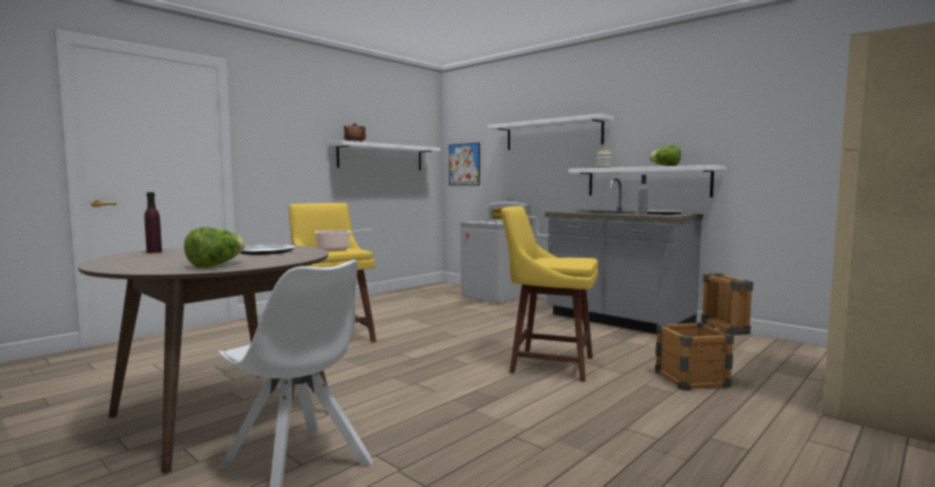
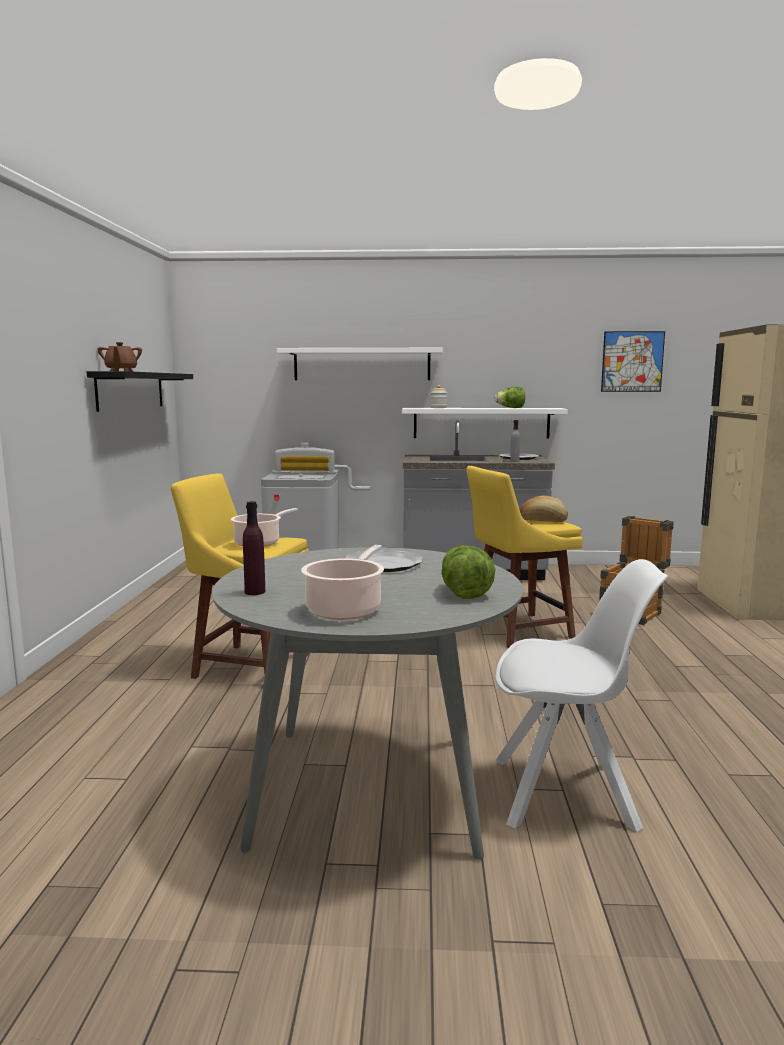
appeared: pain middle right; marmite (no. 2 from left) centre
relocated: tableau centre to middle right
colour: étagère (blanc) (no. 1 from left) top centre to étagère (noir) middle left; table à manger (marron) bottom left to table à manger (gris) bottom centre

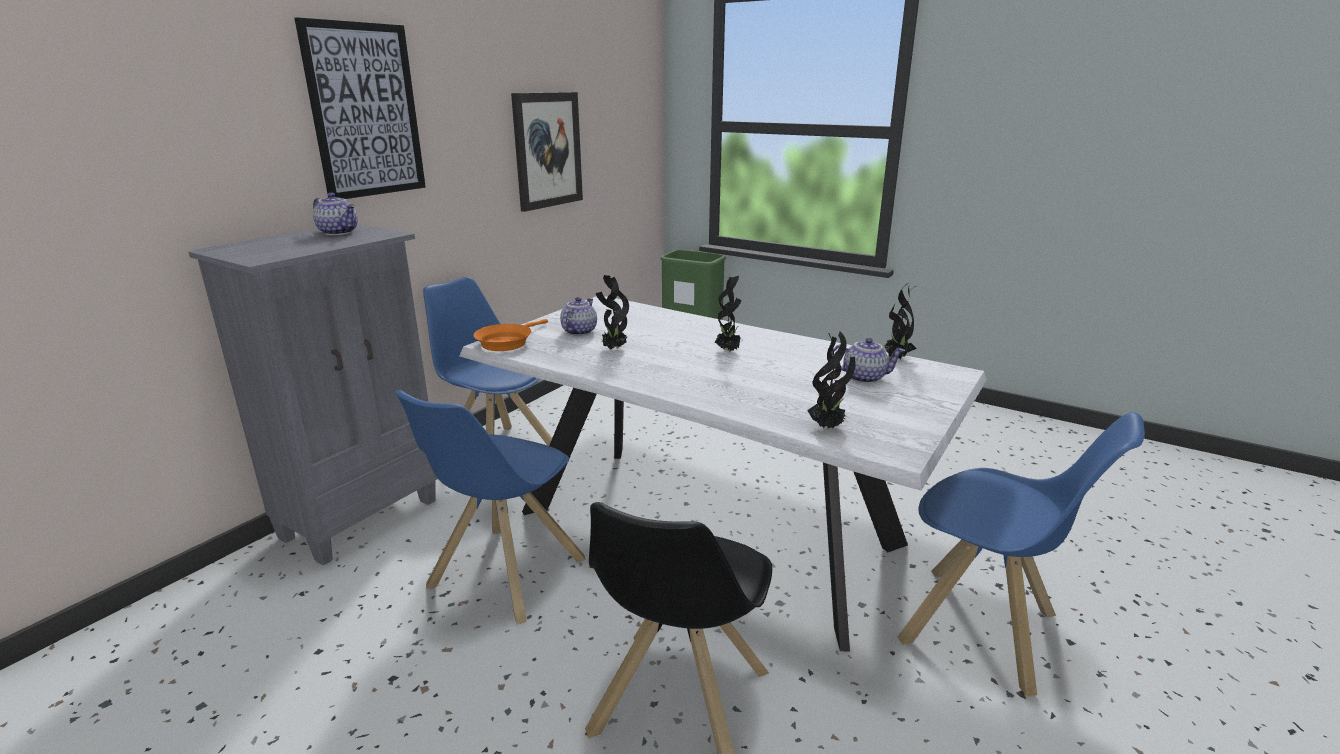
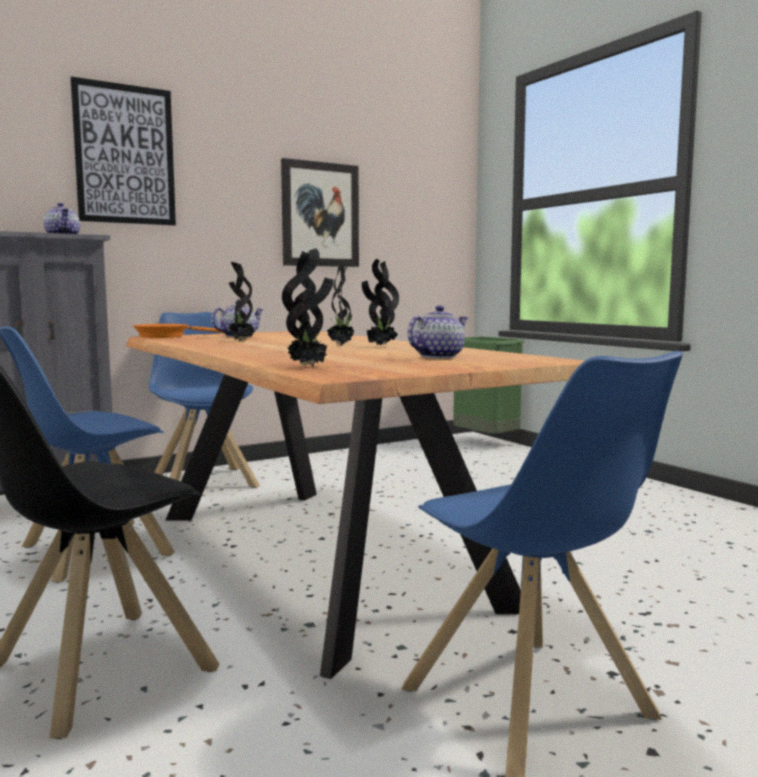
relocated: plante en pot (no. 4 from left) middle right to centre
colour: table à manger (blanc) centre to table à manger (marron) centre
spun: théière (no. 3 from left) centre = centre 75 degrees counterclockwise

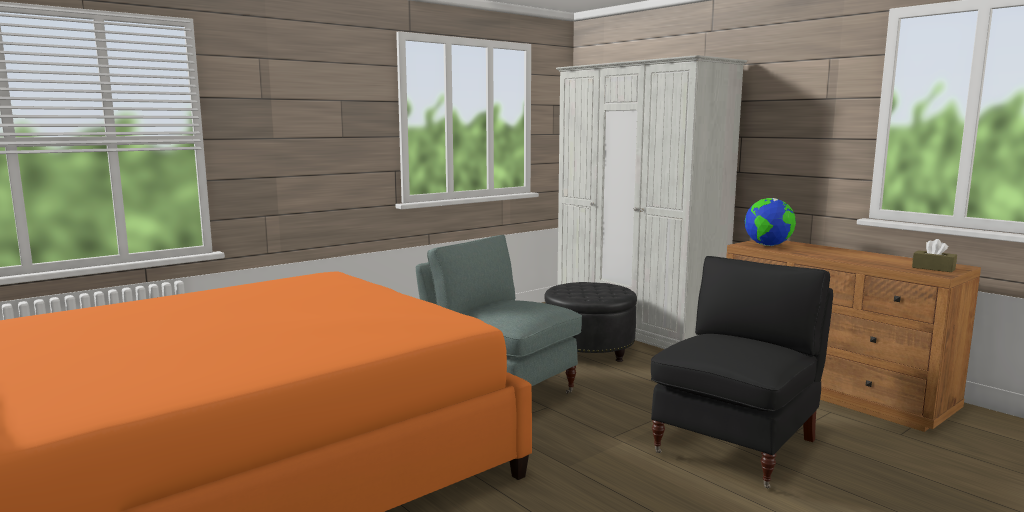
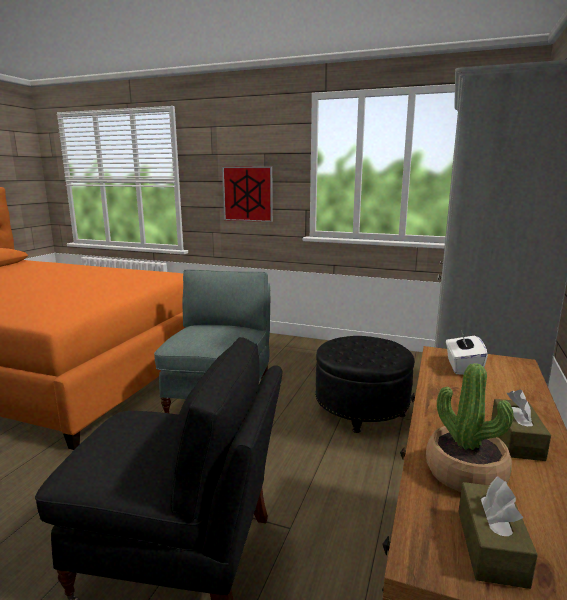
appeared: tableau top centre; plante en pot bottom right; boîte à mouchoirs (marron) (no. 2 from left) bottom right
exchanged: globe middle right to boîte à mouchoirs (blanc) middle right

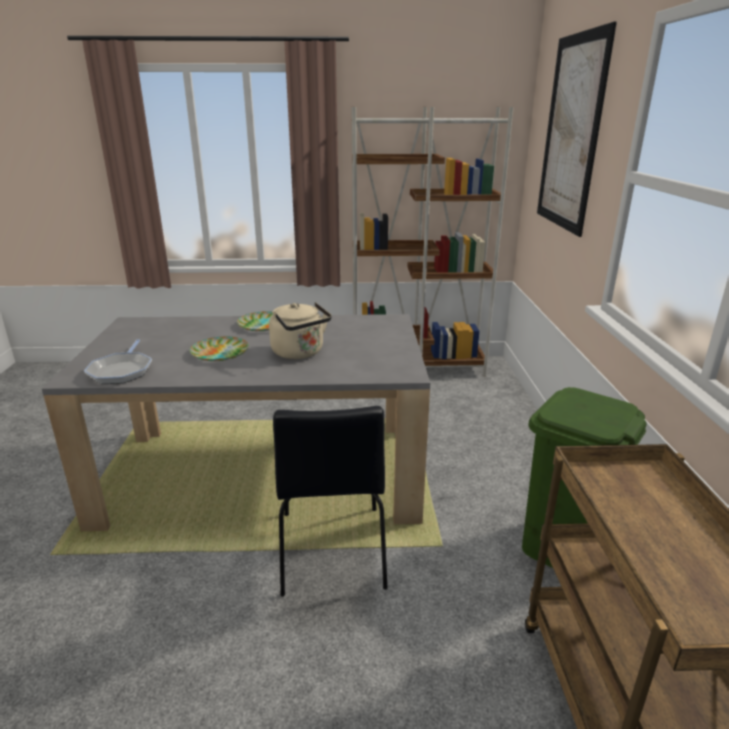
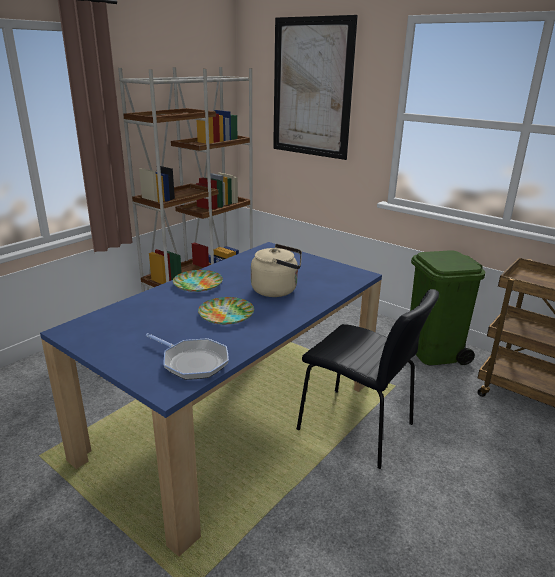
colour: table à manger (gris) middle left to table à manger (bleu) bottom centre

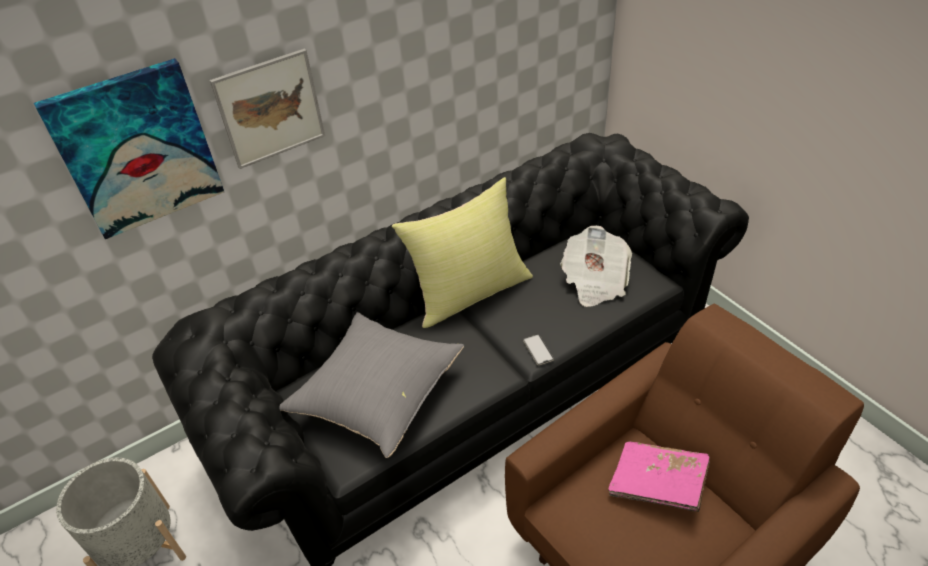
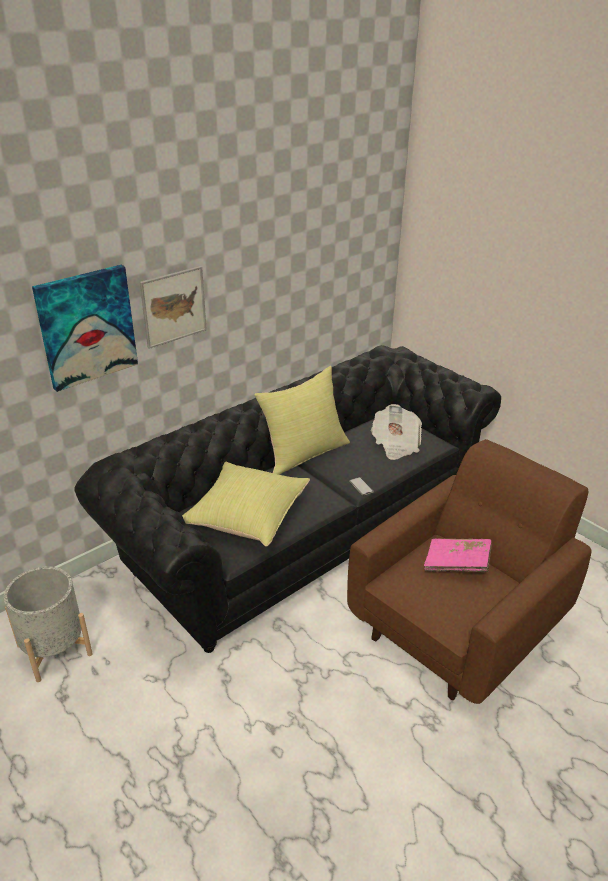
colour: coussin (gris) bottom centre to coussin (jaune) (no. 1 from left) centre

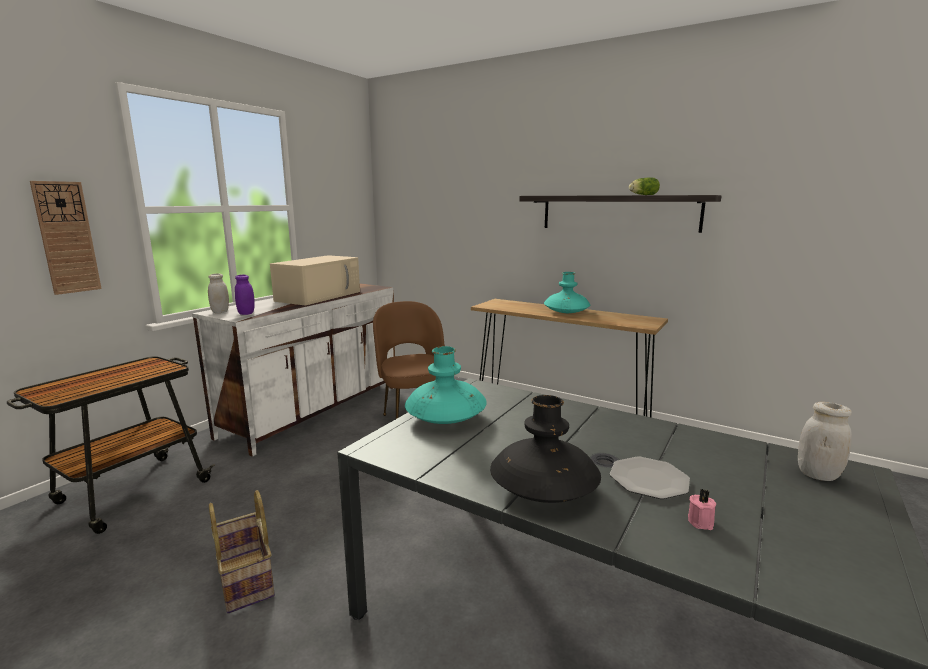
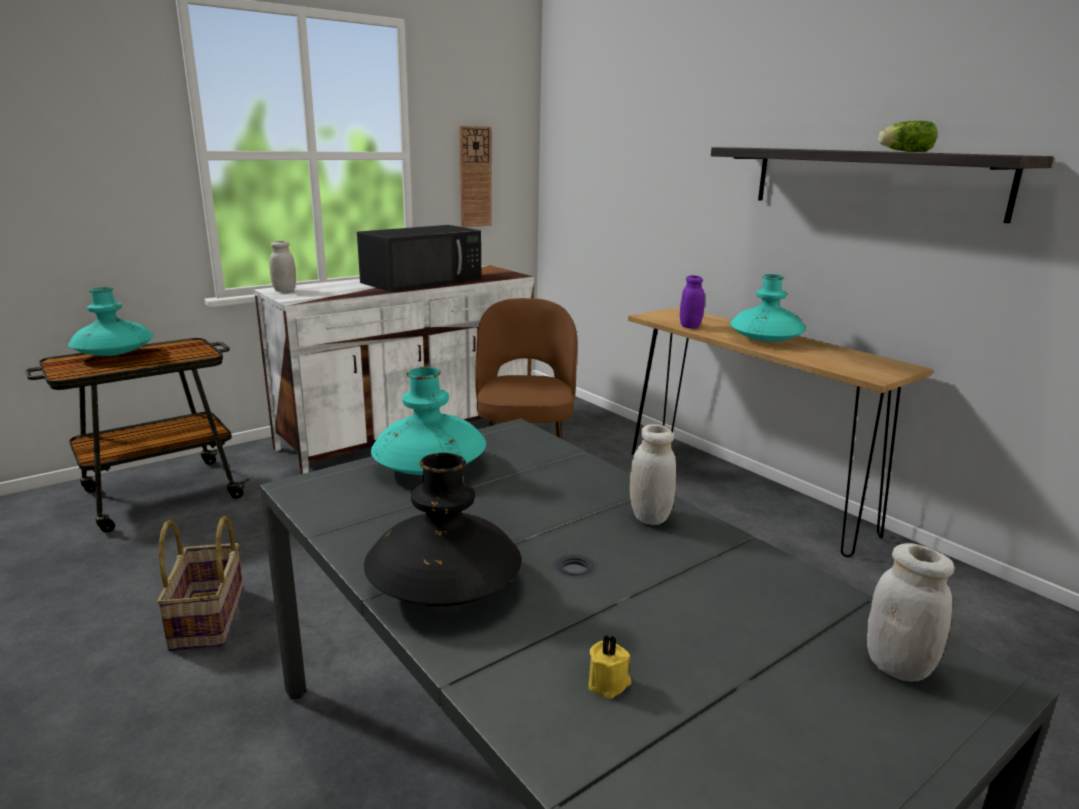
missing: assiette bottom right
appeared: vase (turquoise) (no. 1 from left) middle left; bocal (blanc) (no. 2 from left) centre
relocated: horloge murale middle left to top centre; bocal (violet) middle left to centre
colour: micro-ondes (beige) centre to micro-ondes (noir) top centre; bougie (rose) bottom right to bougie (jaune) bottom centre

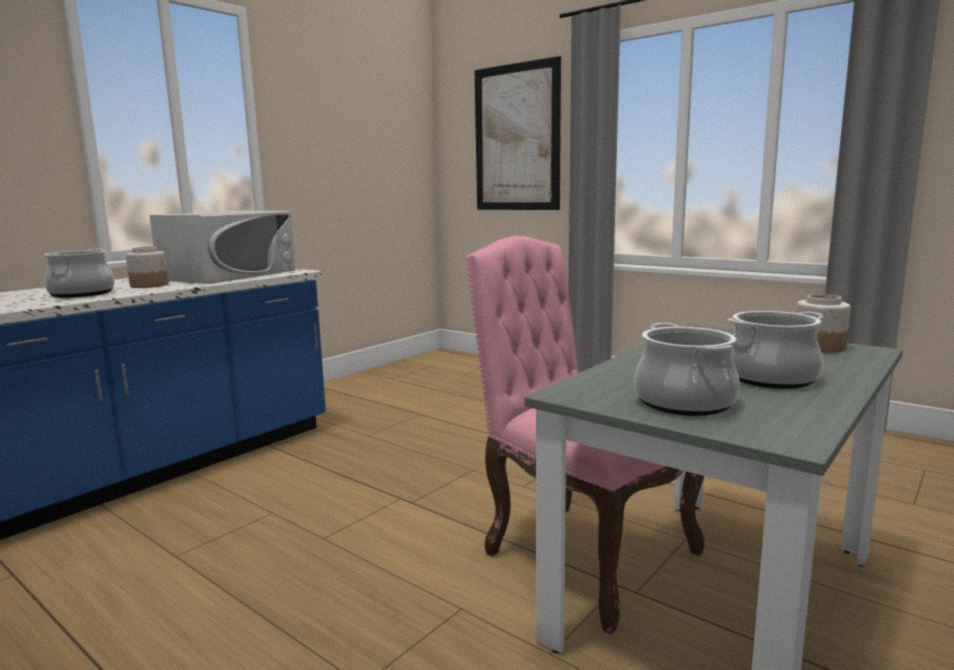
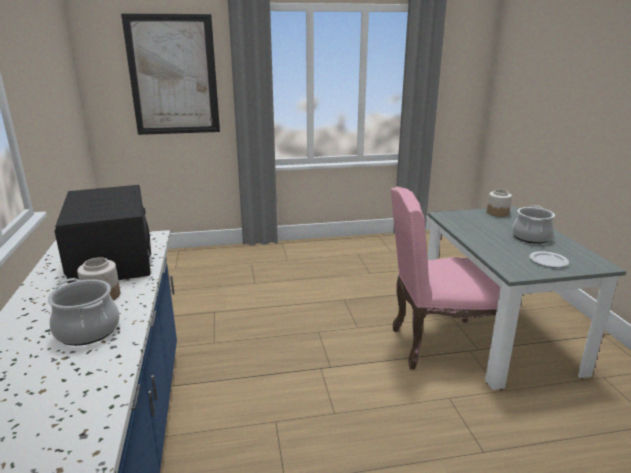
exchanged: marmite (no. 2 from left) middle right to assiette middle right
colour: micro-ondes (blanc) middle left to micro-ondes (noir) middle left

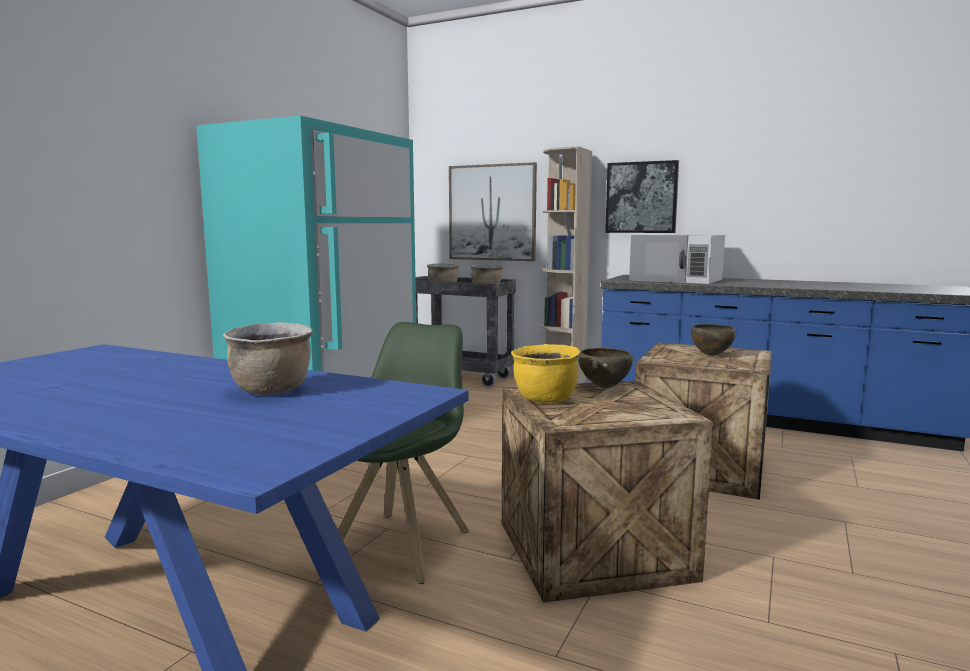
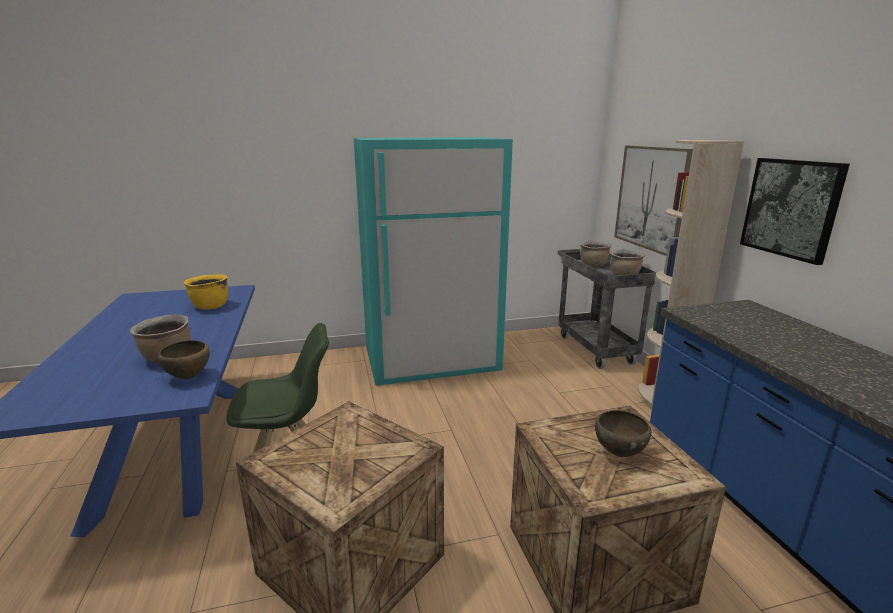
missing: micro-ondes (blanc) middle right
relocated: marmite (jaune) centre to middle left; bol (marron) (no. 1 from left) centre to middle left

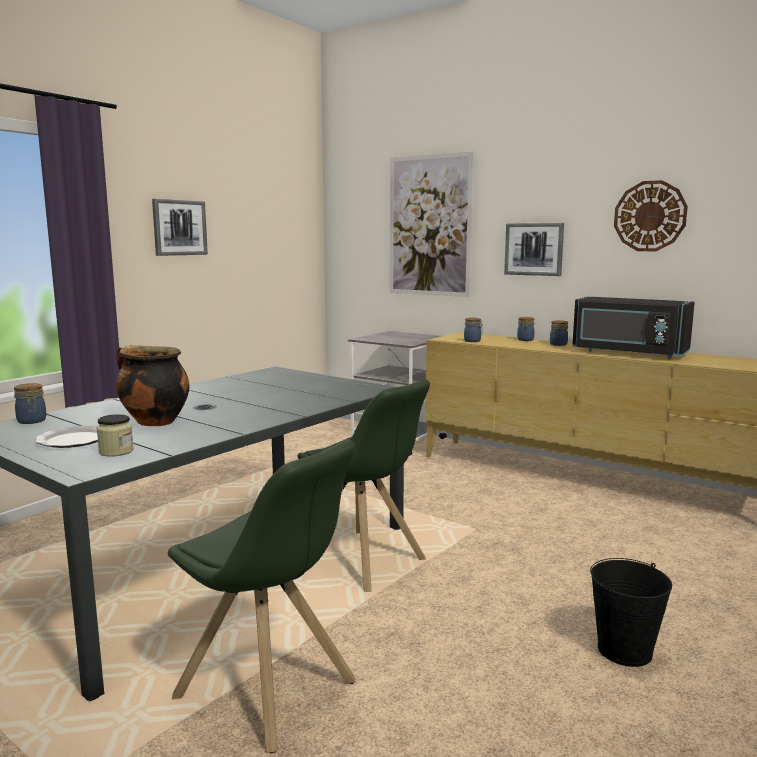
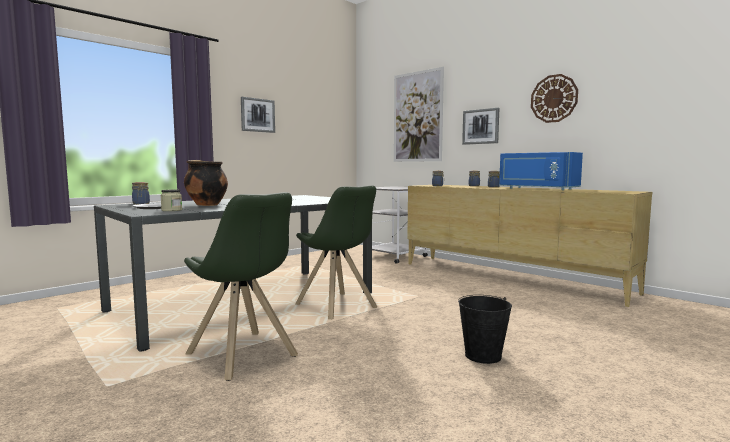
colour: micro-ondes (noir) middle right to micro-ondes (bleu) middle right

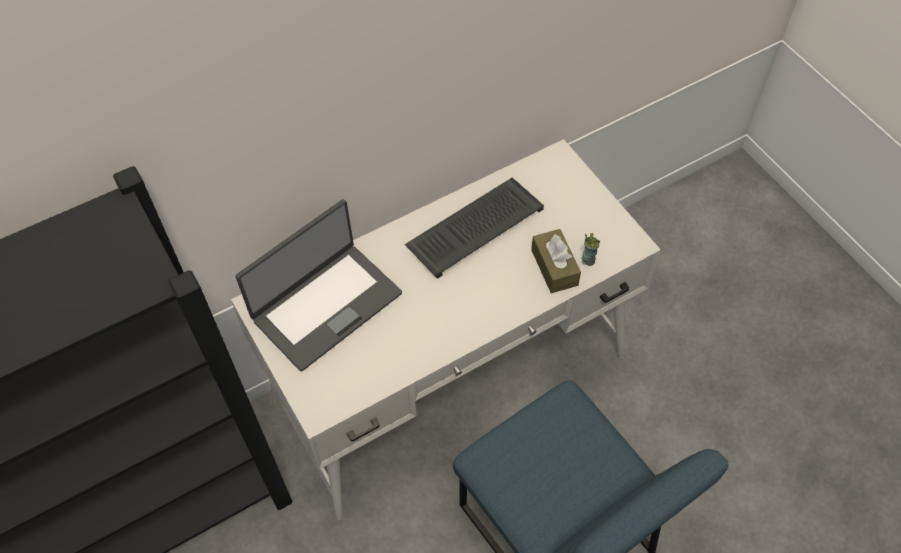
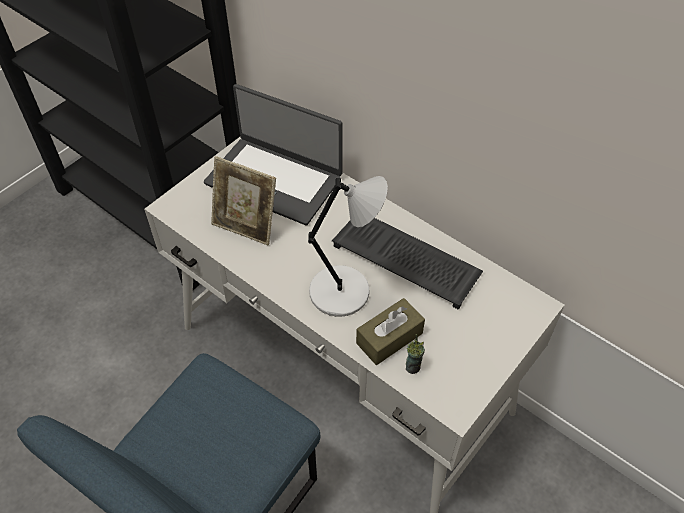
appeared: cadre photo centre; lampe de table (gris) centre

